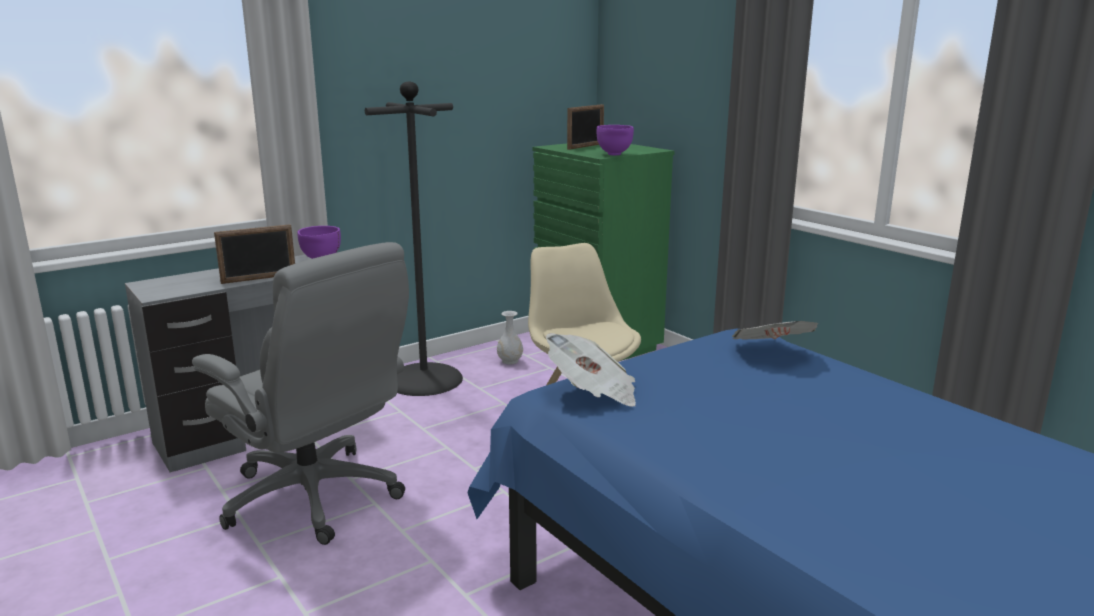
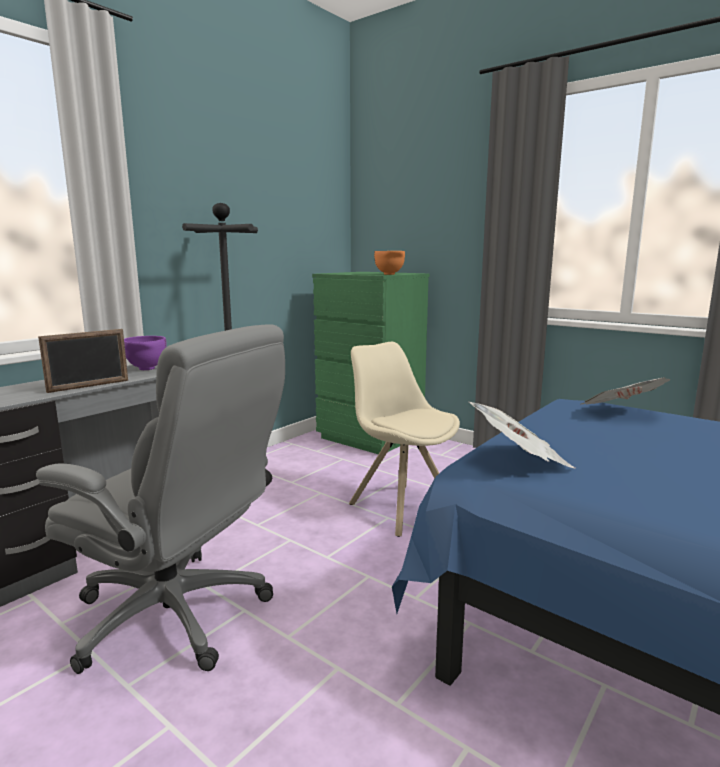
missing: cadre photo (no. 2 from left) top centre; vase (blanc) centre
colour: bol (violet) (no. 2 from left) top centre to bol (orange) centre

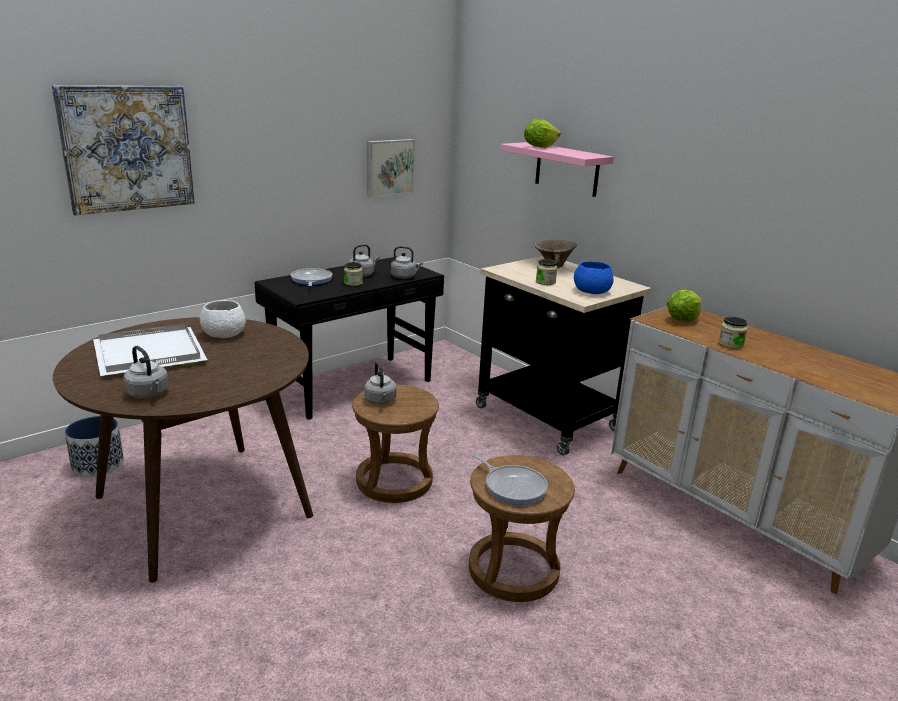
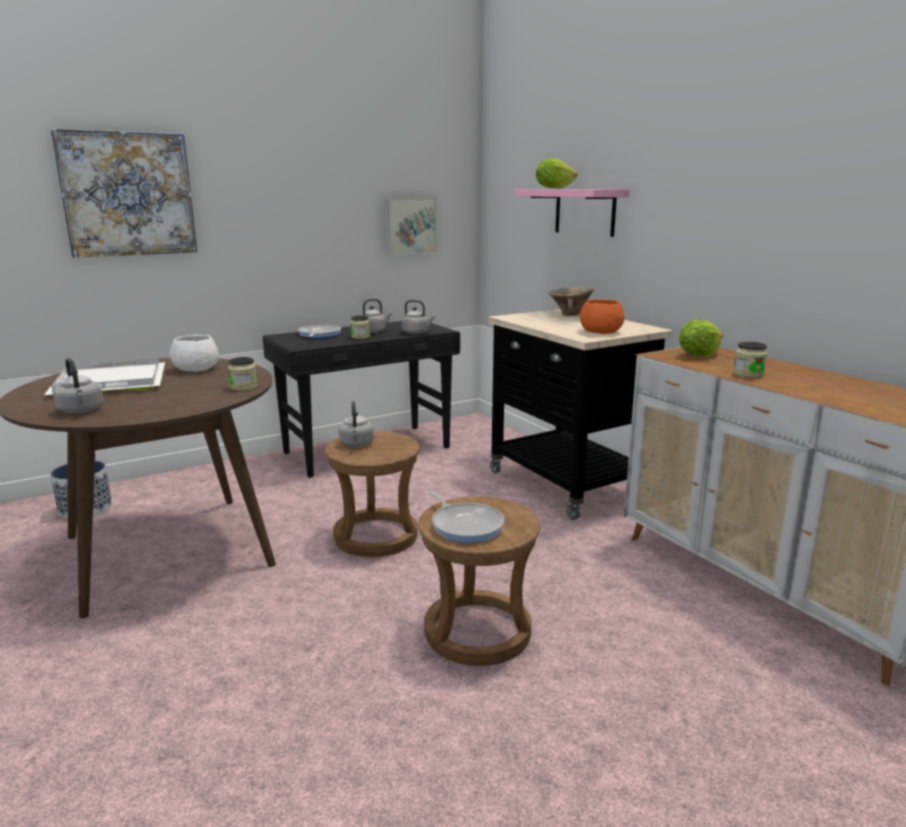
relocated: bocal (no. 2 from left in the first image) centre to bocal (no. 1 from left) middle left
colour: bol (bleu) centre to bol (orange) centre

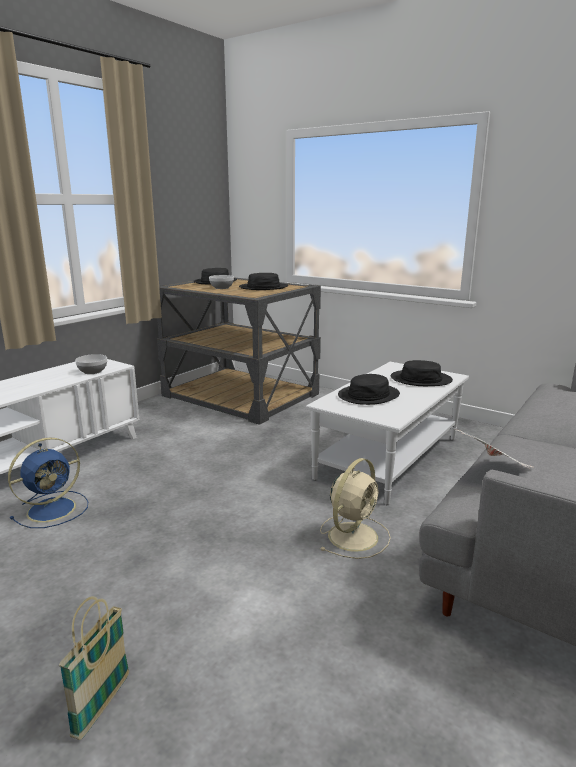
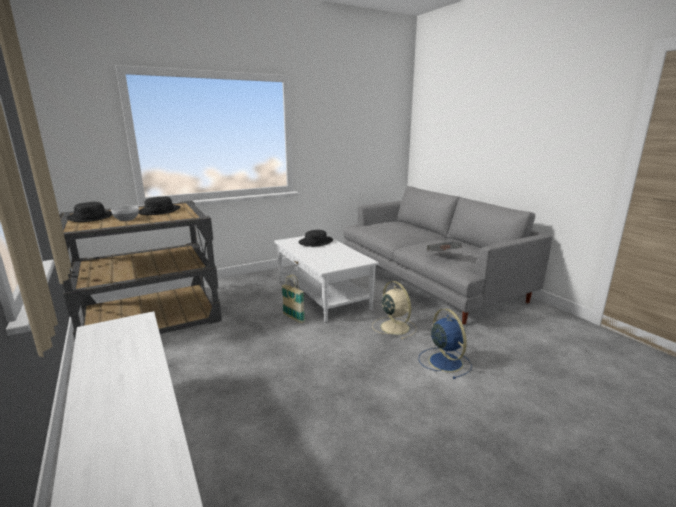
missing: bol (no. 1 from left) middle left; chapeau (noir) (no. 3 from left) centre
relocated: ventilateur (bleu) middle left to bottom centre; panier bottom left to centre

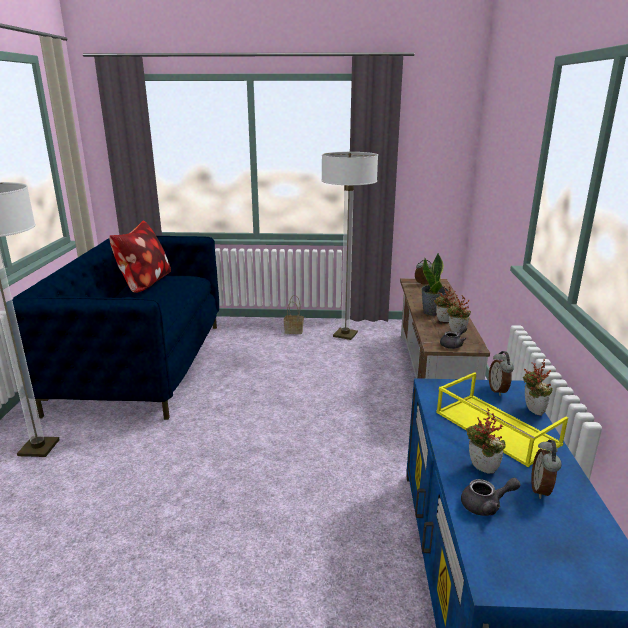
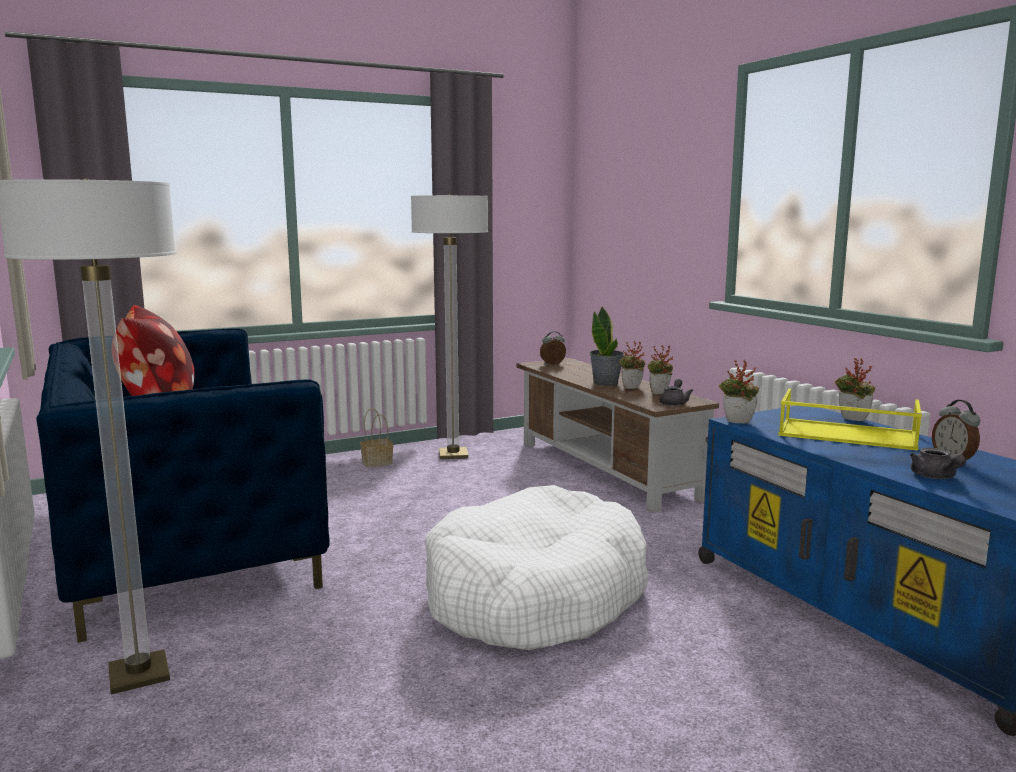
missing: réveil (no. 2 from left) middle right
appeared: panier pour chien (blanc) bottom centre
relocated: plante en pot (no. 4 from left) bottom right to middle right
spun: théière (gris) (no. 2 from left) bottom right = middle right 120 degrees clockwise

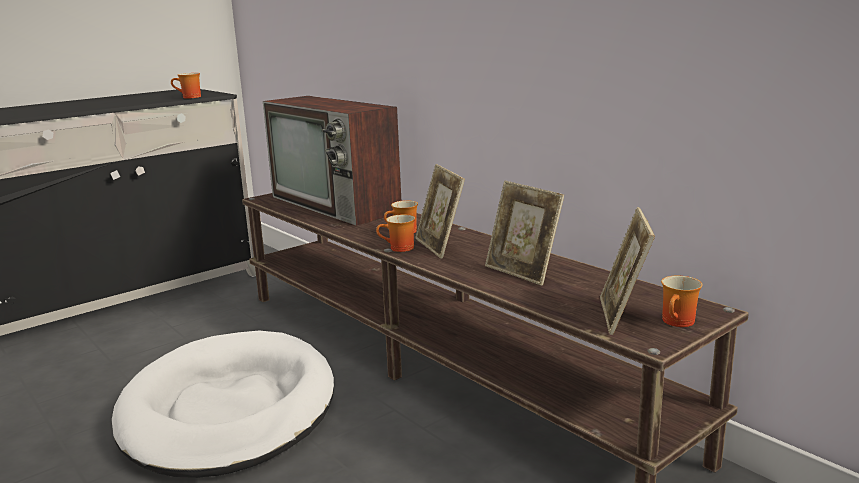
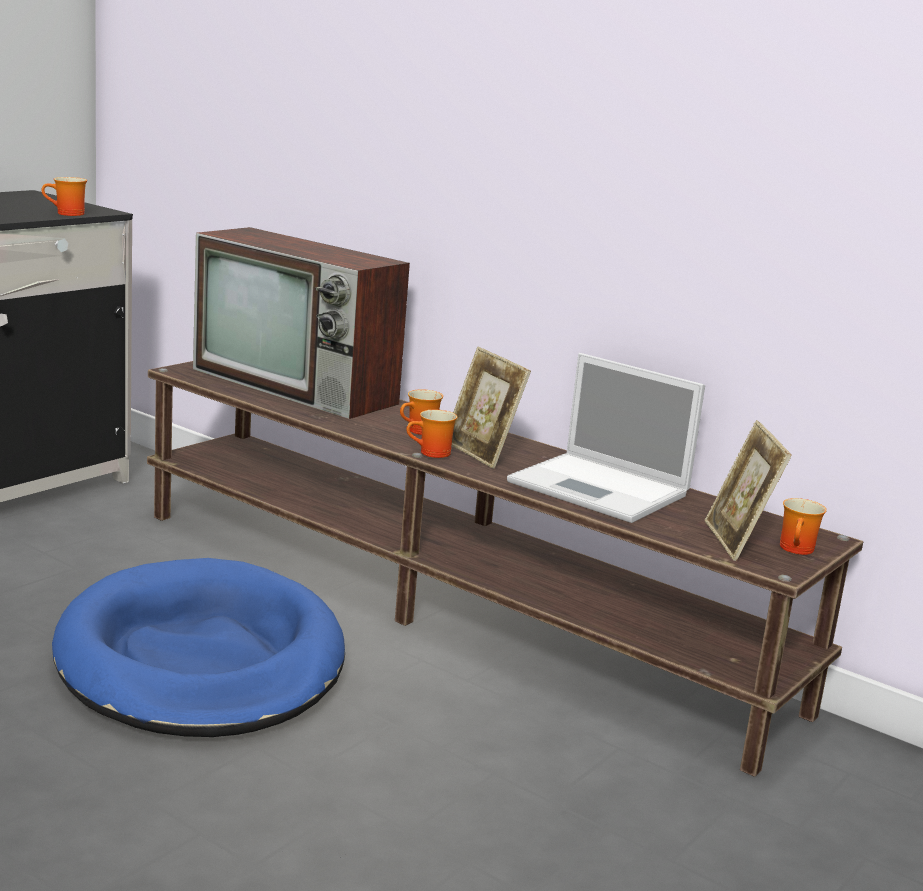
exchanged: cadre photo (no. 2 from left) centre to ordinateur portable centre
colour: panier pour chien (blanc) bottom left to panier pour chien (bleu) bottom left

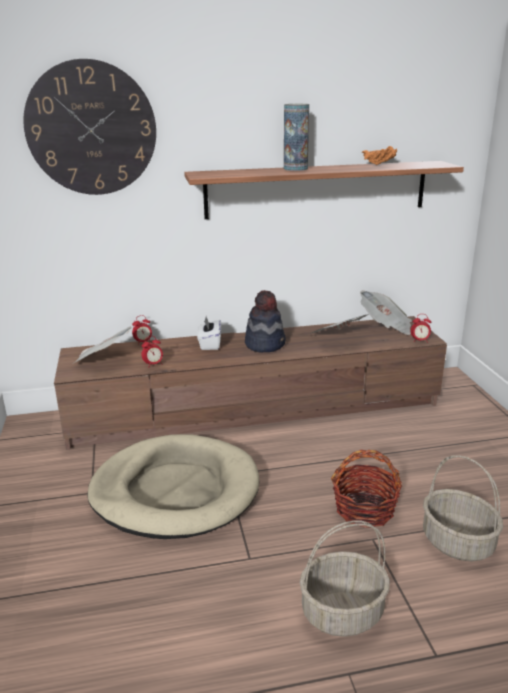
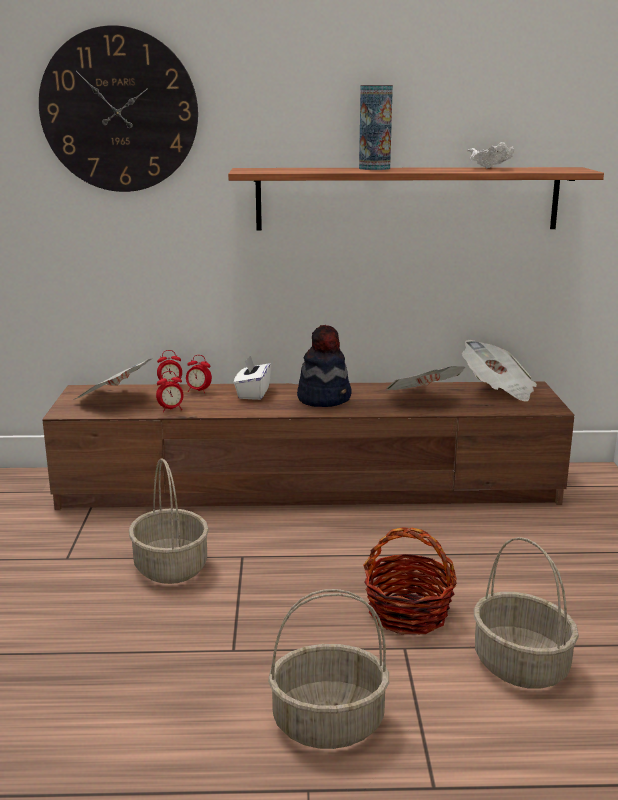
relocated: réveil (no. 3 from left) middle right to middle left
exchanged: panier pour chien (beige) bottom centre to panier (no. 1 from left) middle left
colour: bol (orange) top right to bol (blanc) top right

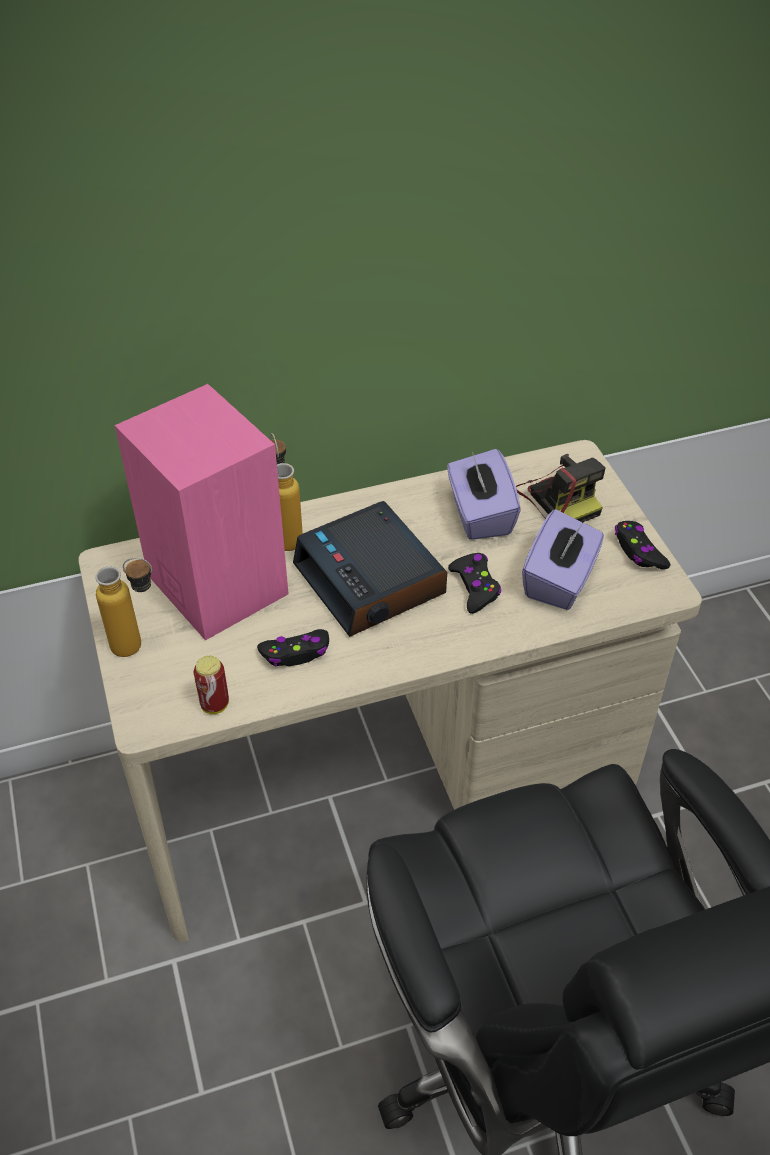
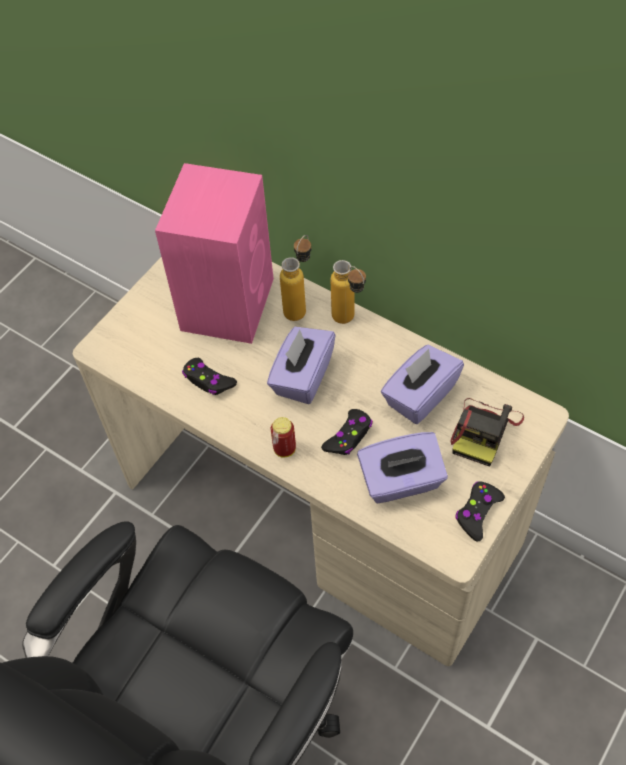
relocated: bouteille (no. 1 from left in the first image) middle left to bouteille (no. 2 from left) centre; boîte métallique middle left to centre
exchanged: réveil centre to boîte à mouchoirs (violet) (no. 1 from left) centre

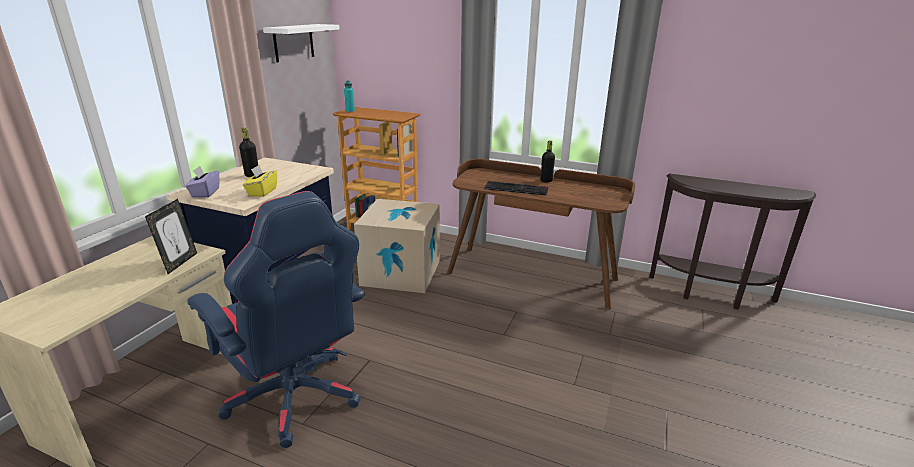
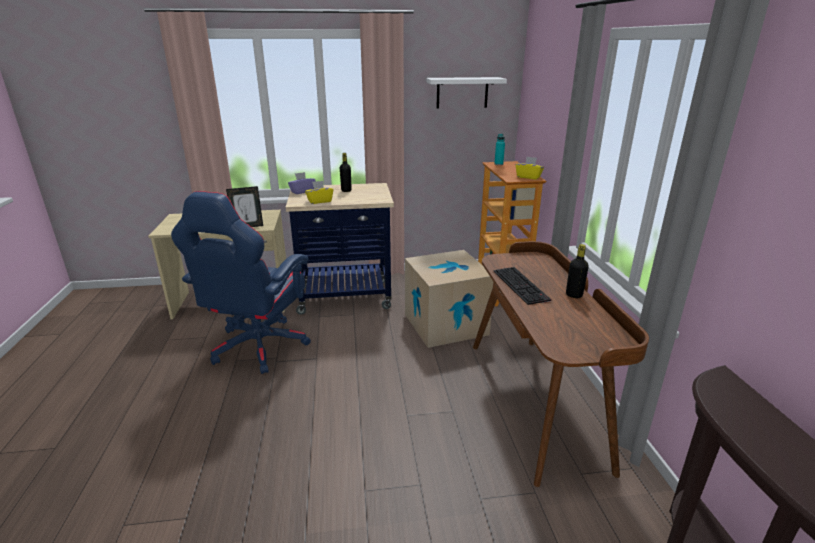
appeared: boîte à mouchoirs (jaune) (no. 2 from left) top centre

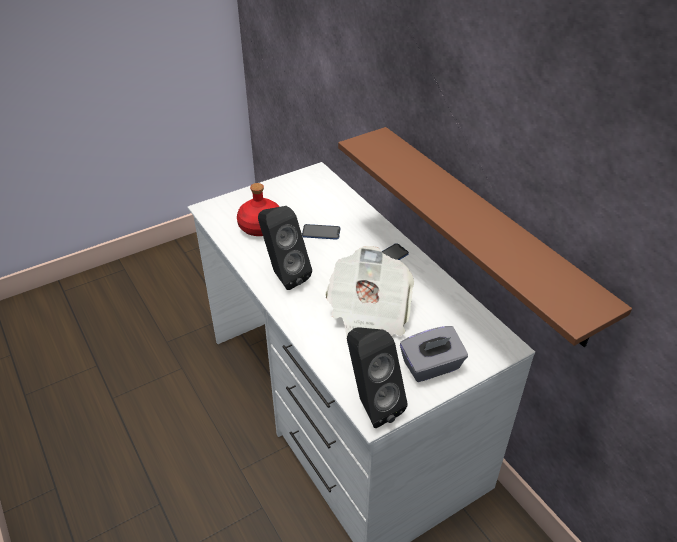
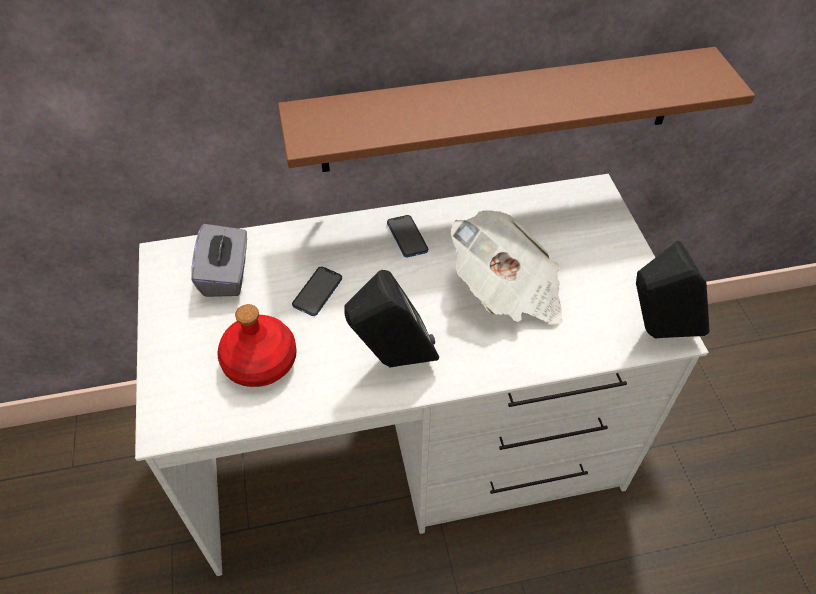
relocated: boîte à mouchoirs (gris) centre to middle left

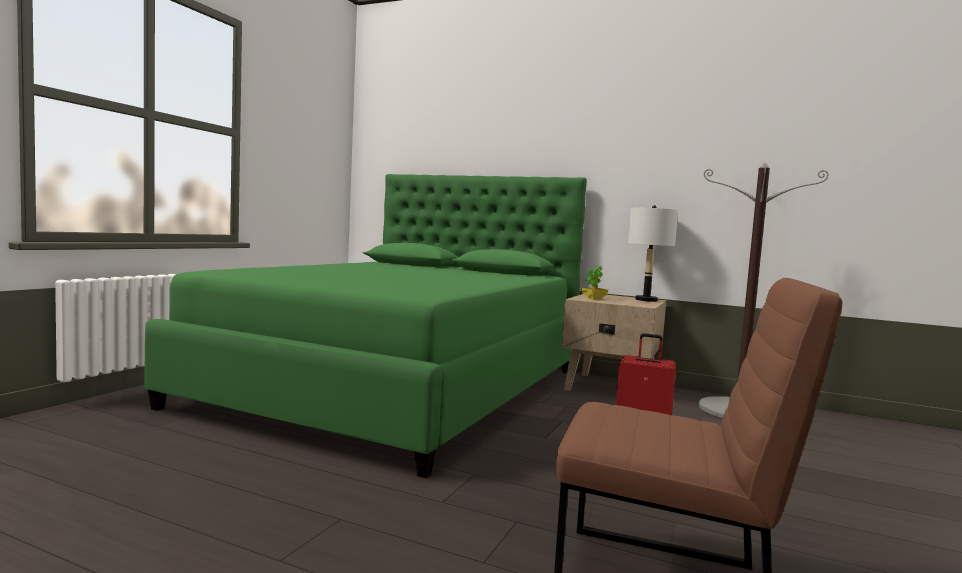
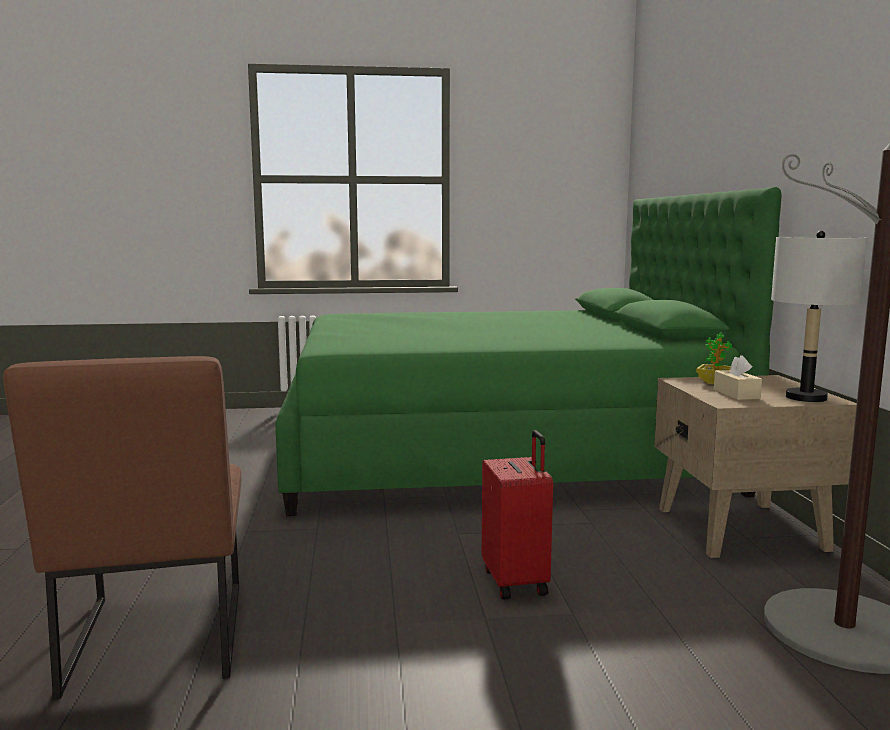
appeared: boîte à mouchoirs (beige) middle right

